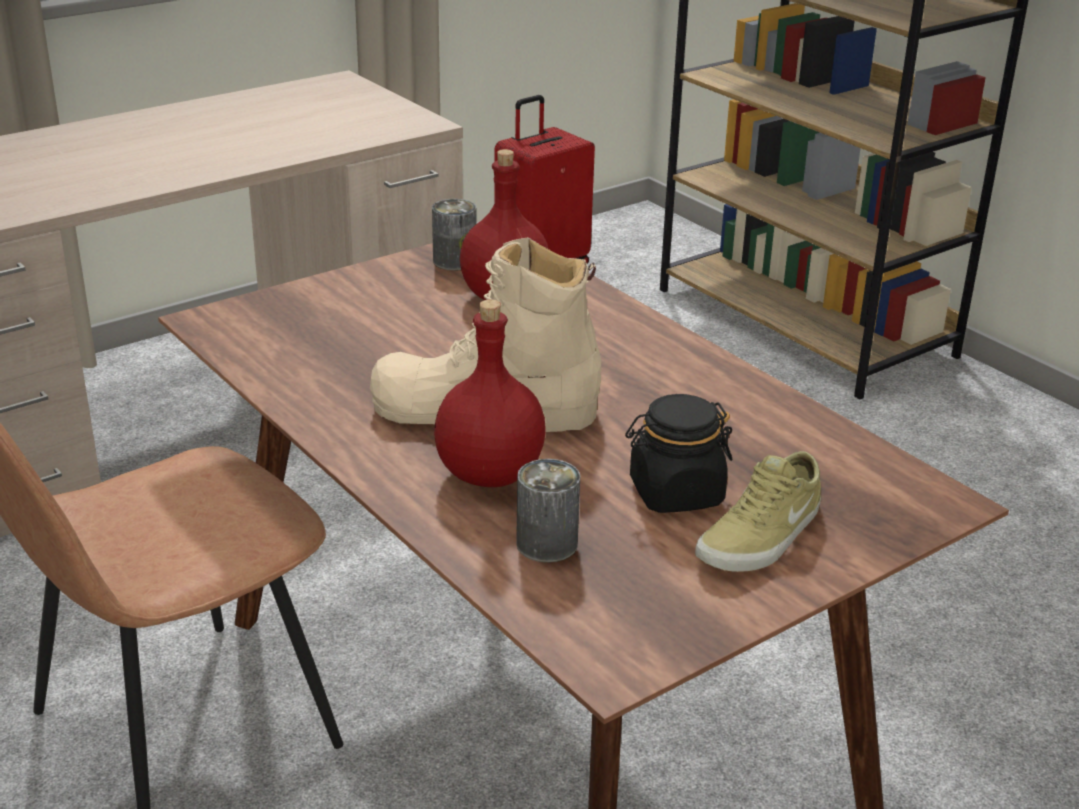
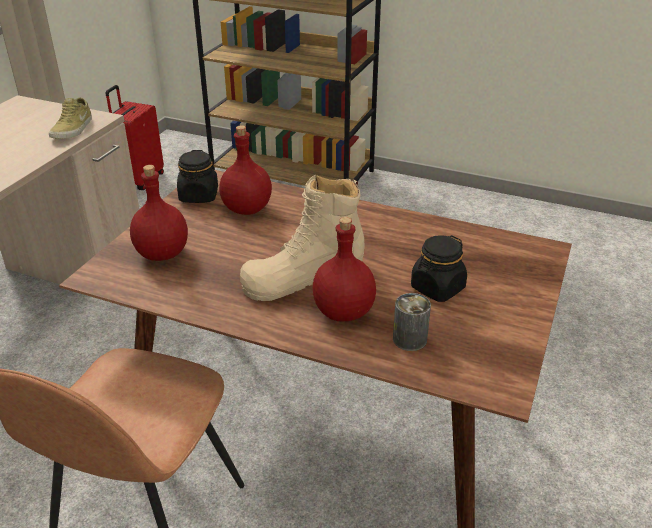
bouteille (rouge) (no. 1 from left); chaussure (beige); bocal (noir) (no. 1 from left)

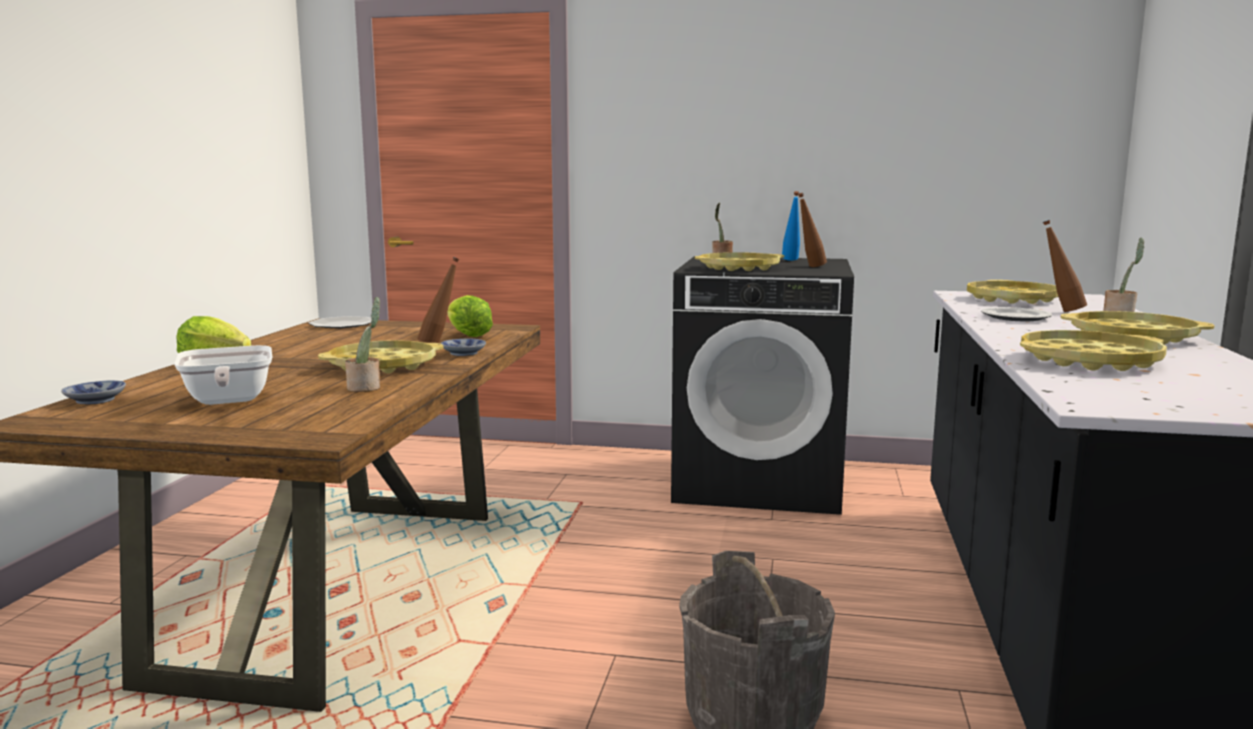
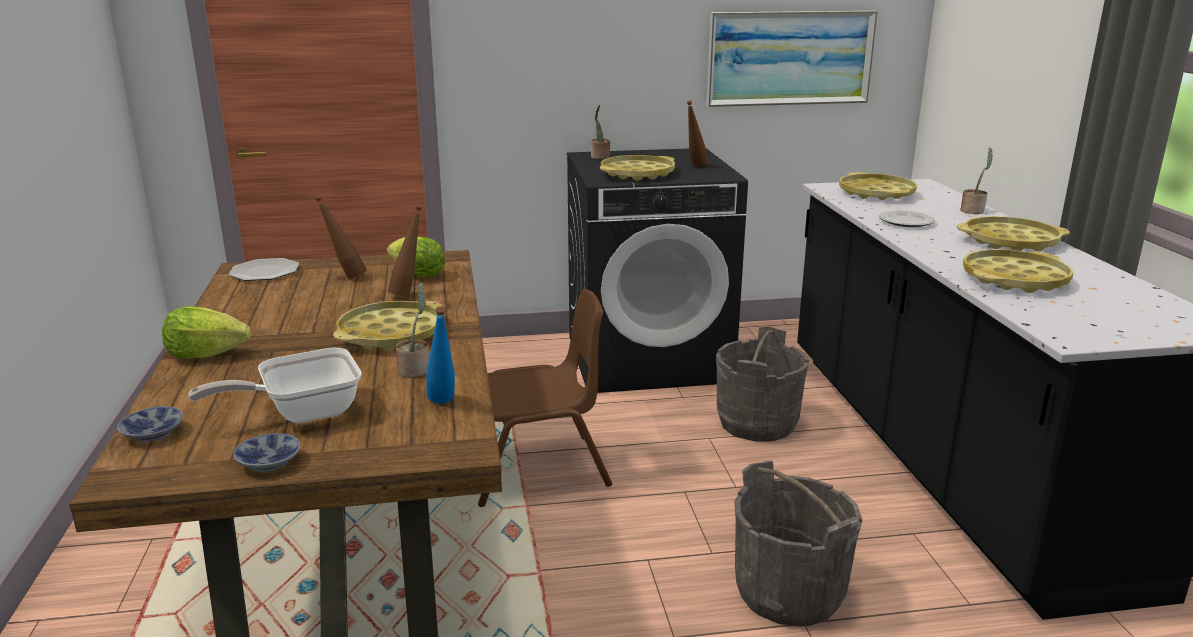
chaise (marron); tableau; seau (gris) (no. 1 from left); bol (no. 2 from left); bouteille (bleu); bouteille (marron) (no. 1 from left); poêle

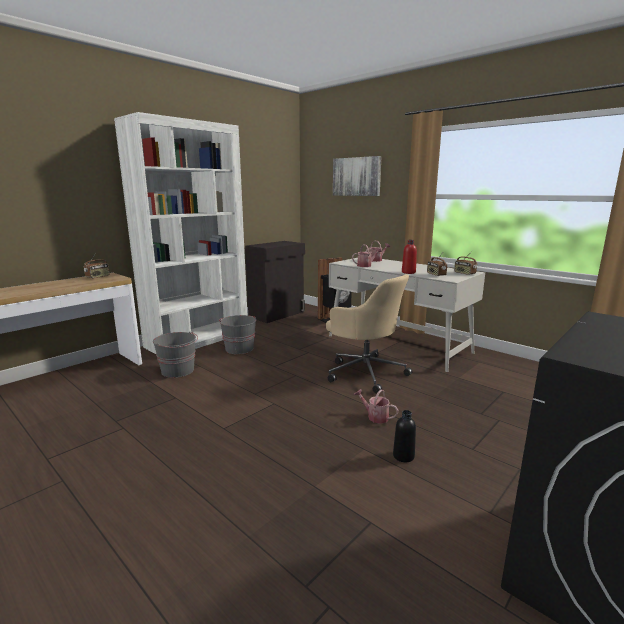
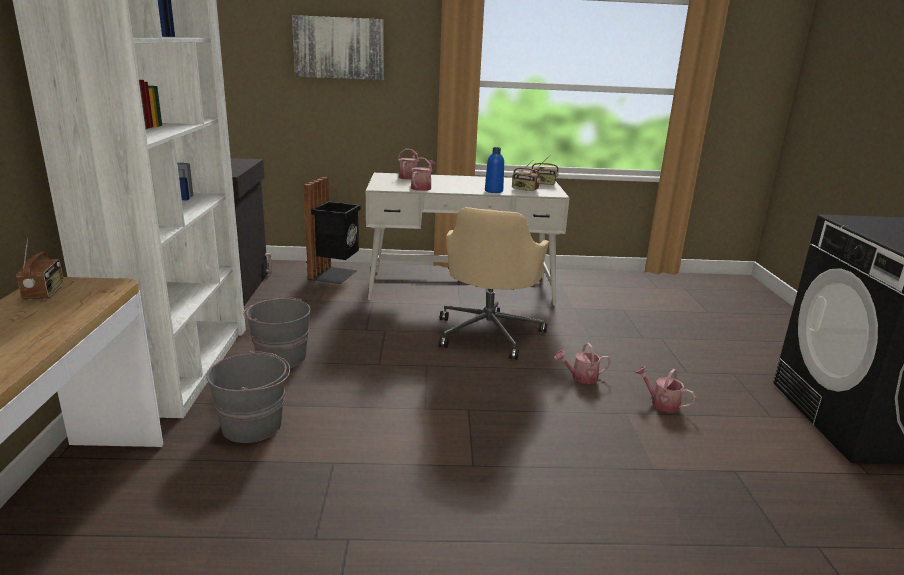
arrosoir (no. 4 from left); bouteille (bleu); chaise de bureau (beige)

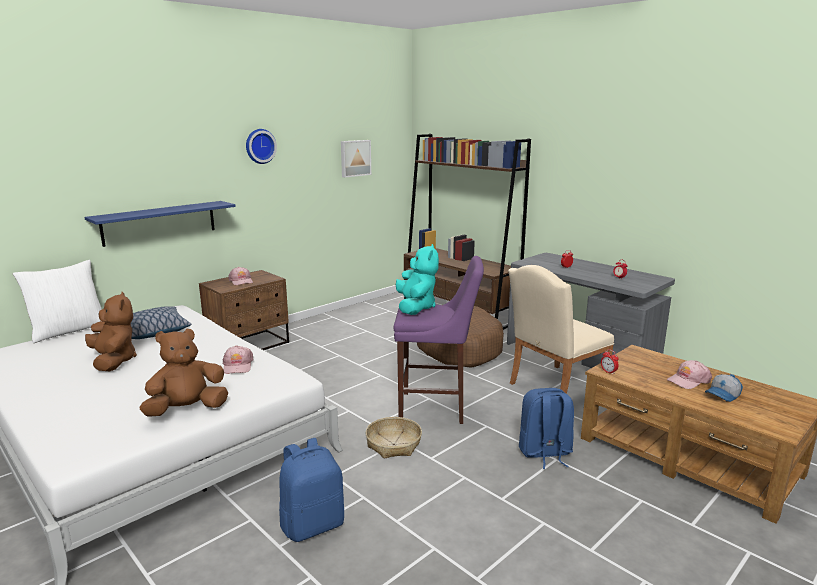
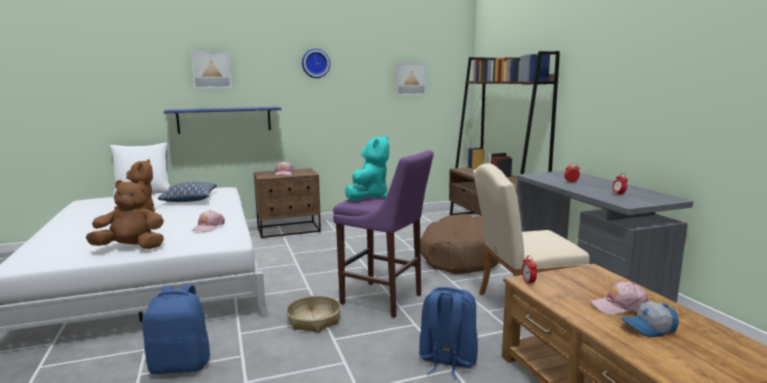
tableau (no. 1 from left)

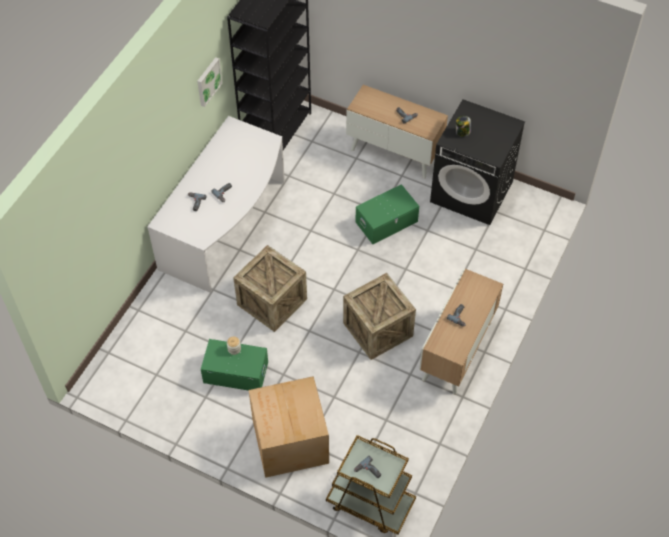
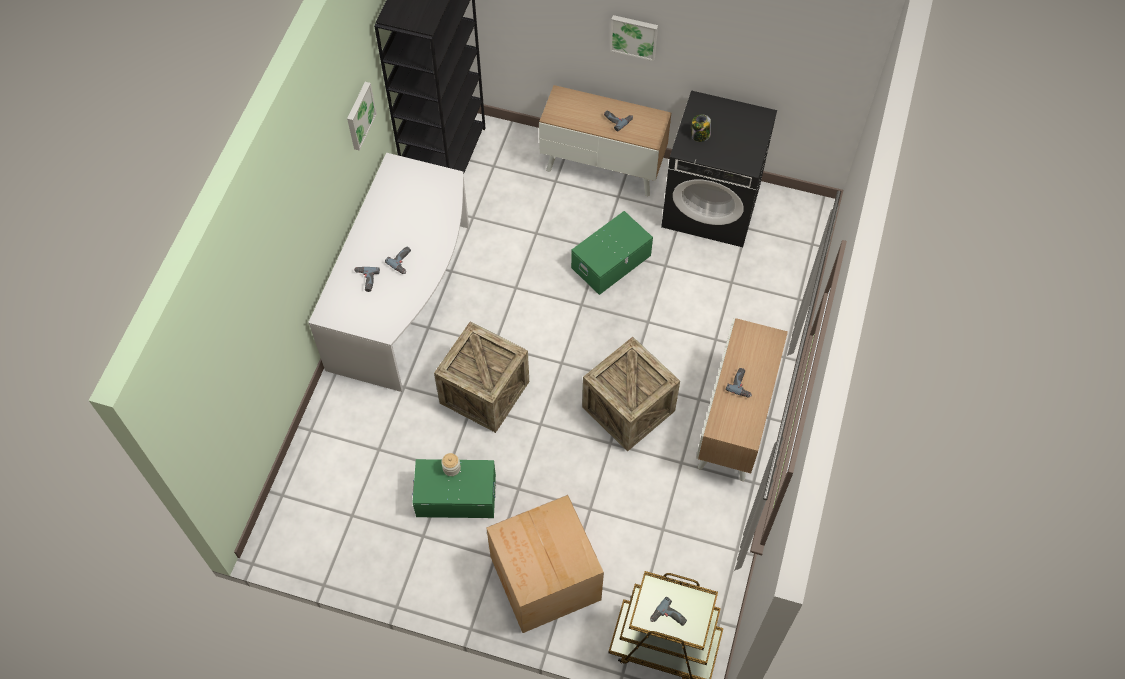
tableau (no. 2 from left)

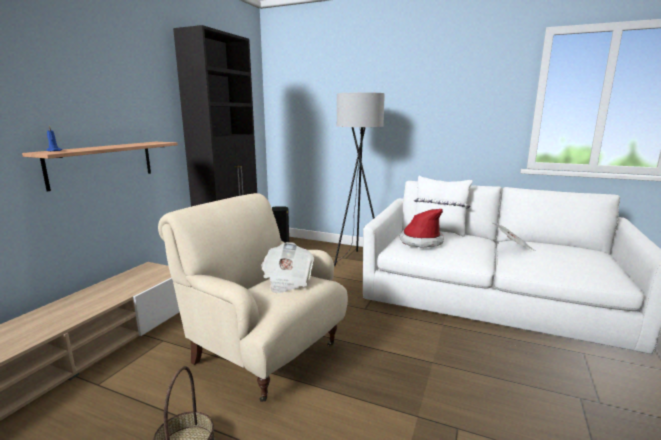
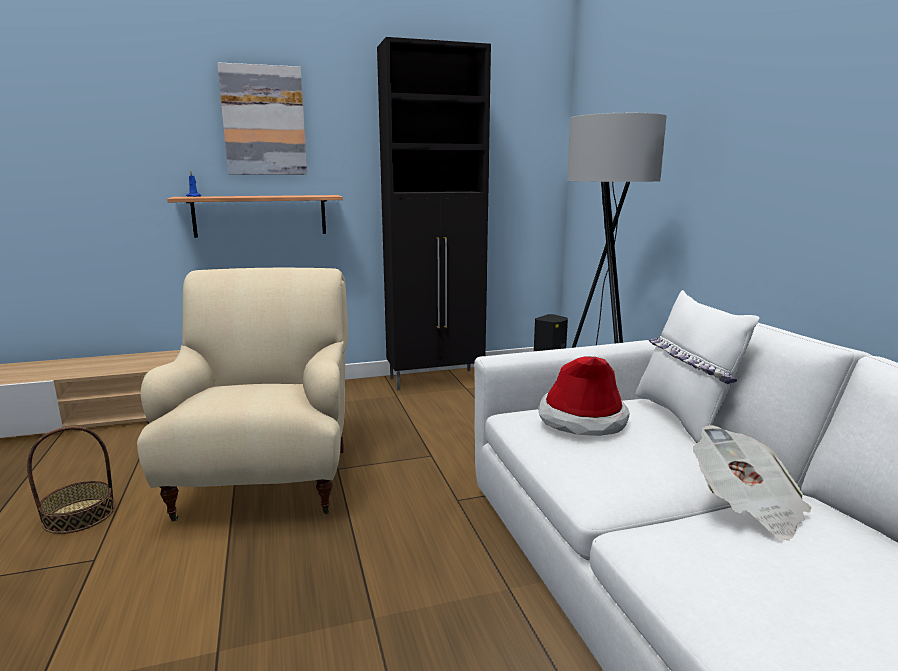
journal (no. 1 from left in the first image); tableau

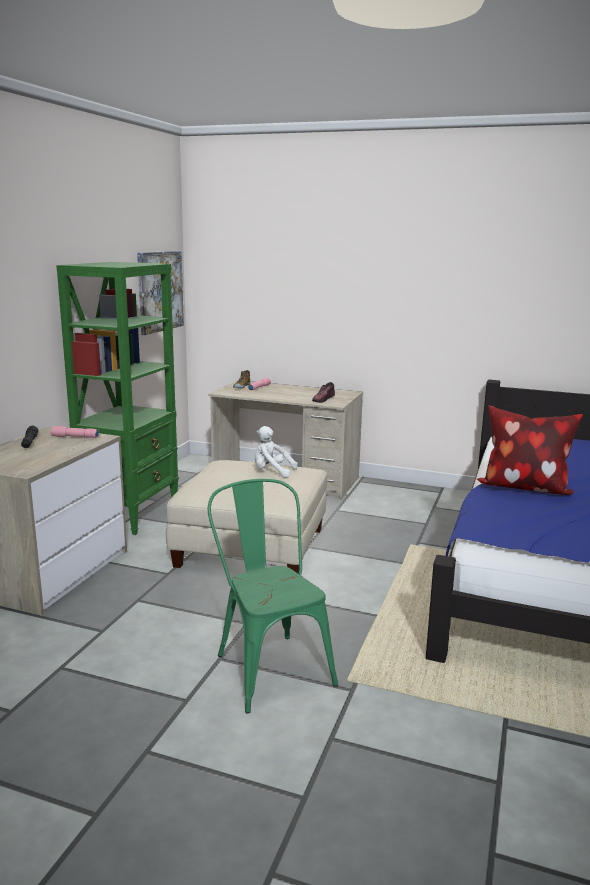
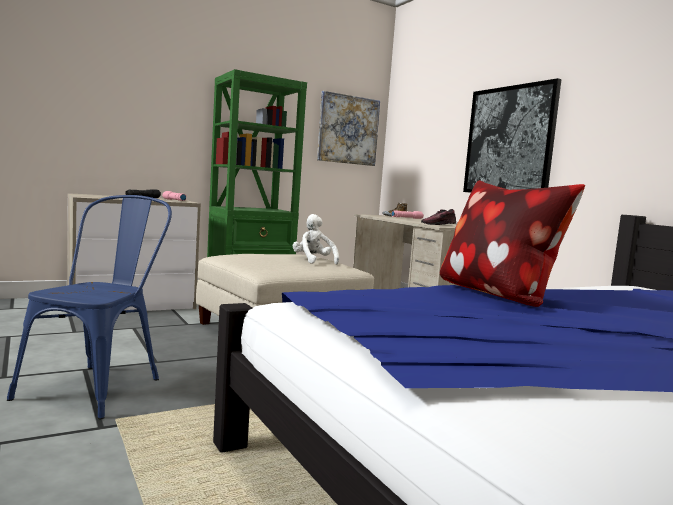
tableau (no. 2 from left); chaise (bleu)

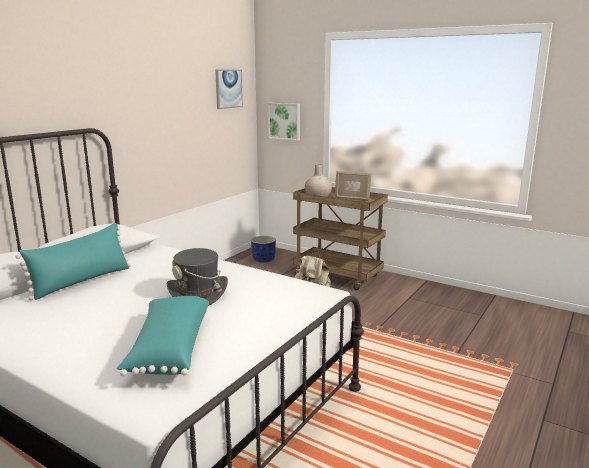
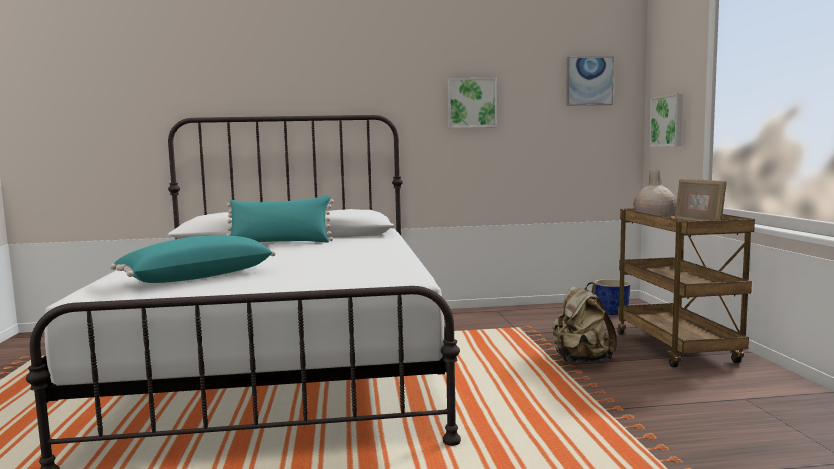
chapeau (gris); tableau (no. 1 from left)

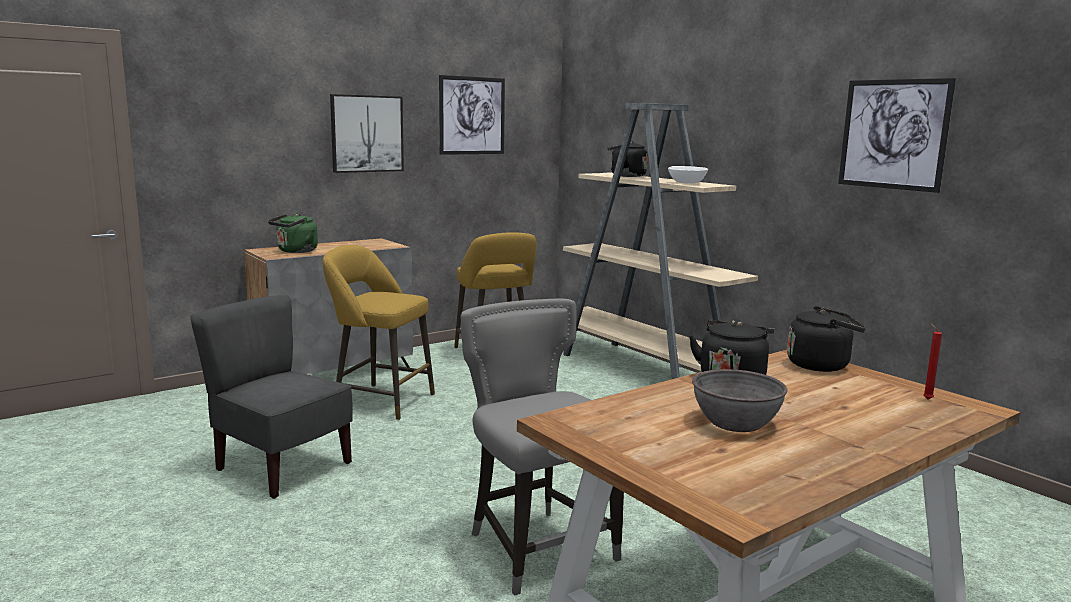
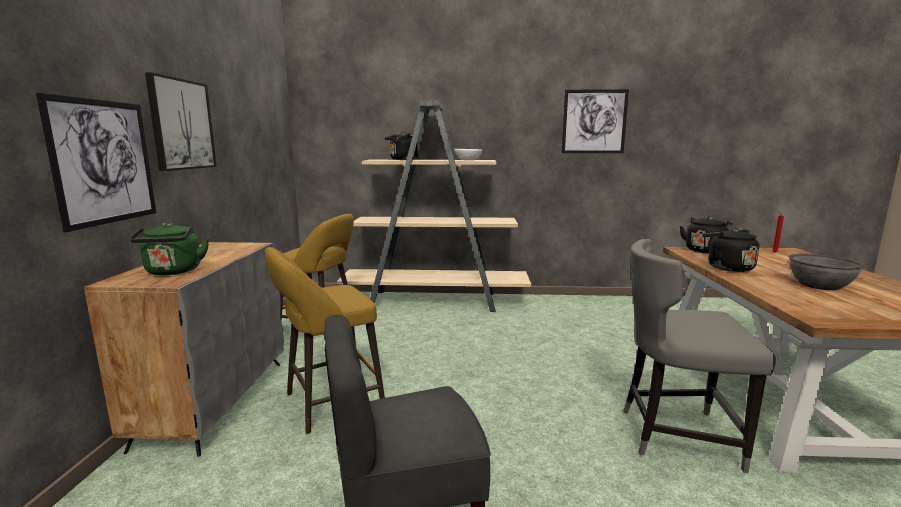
tableau (no. 1 from left)

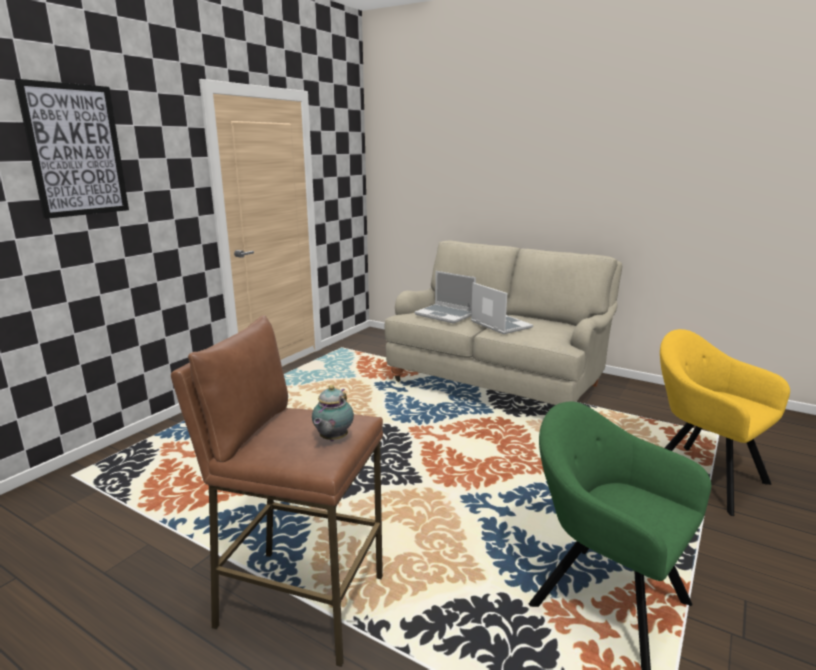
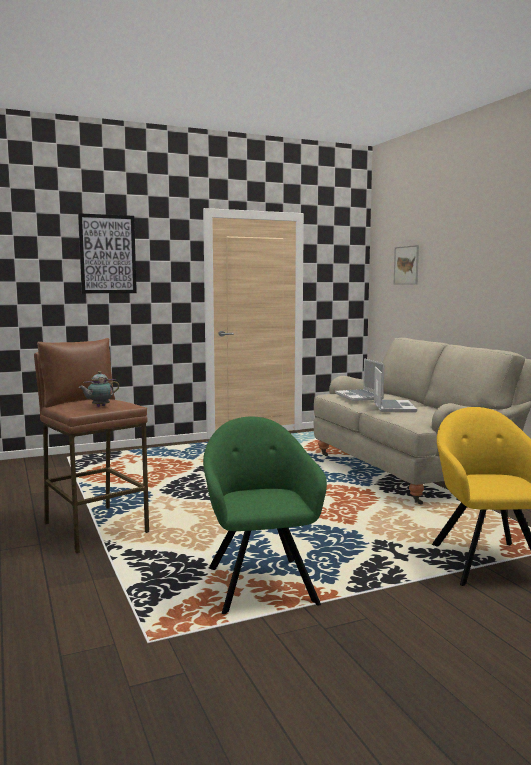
tableau (no. 2 from left)

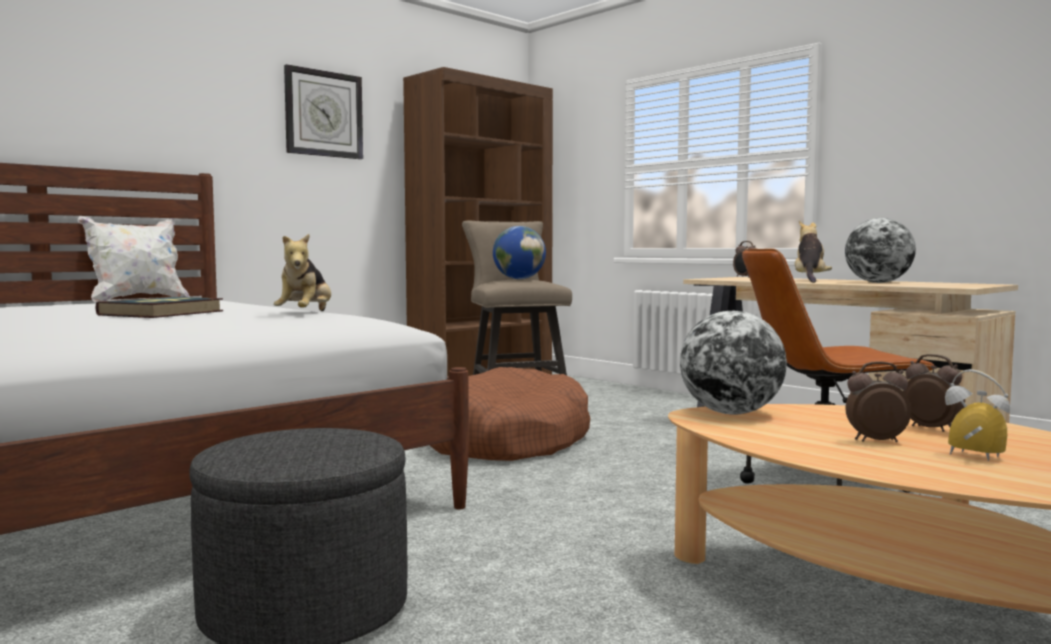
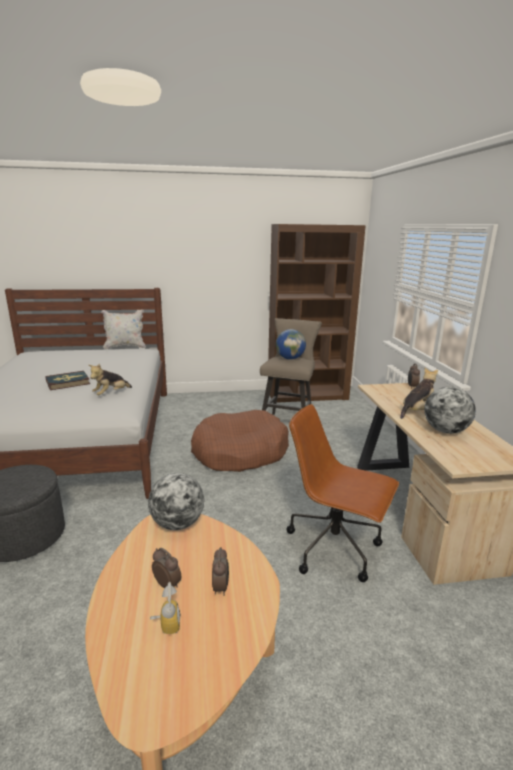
horloge murale

